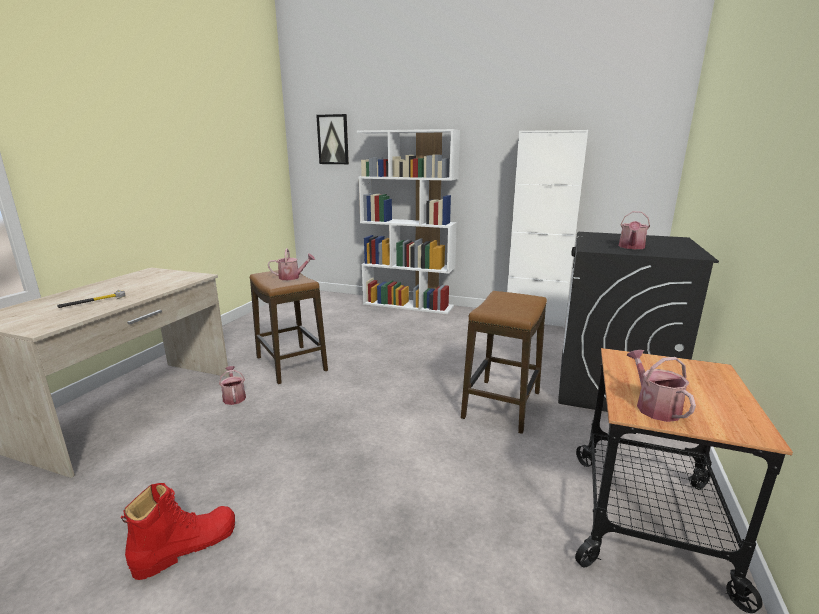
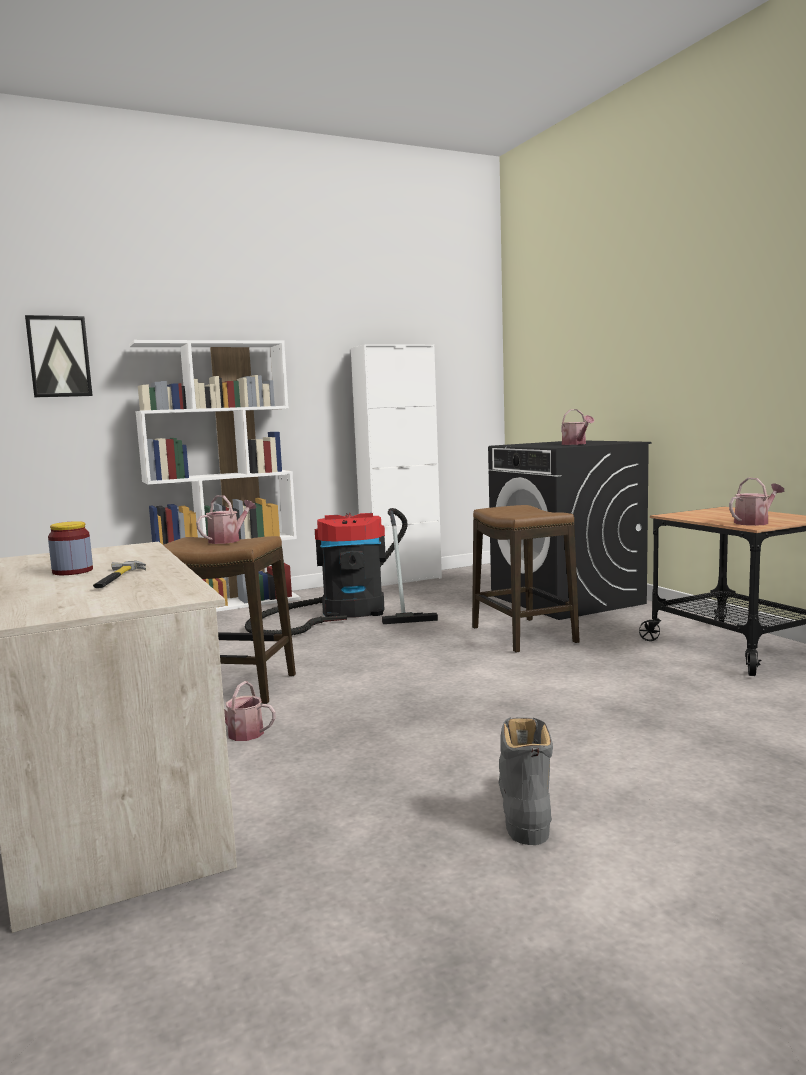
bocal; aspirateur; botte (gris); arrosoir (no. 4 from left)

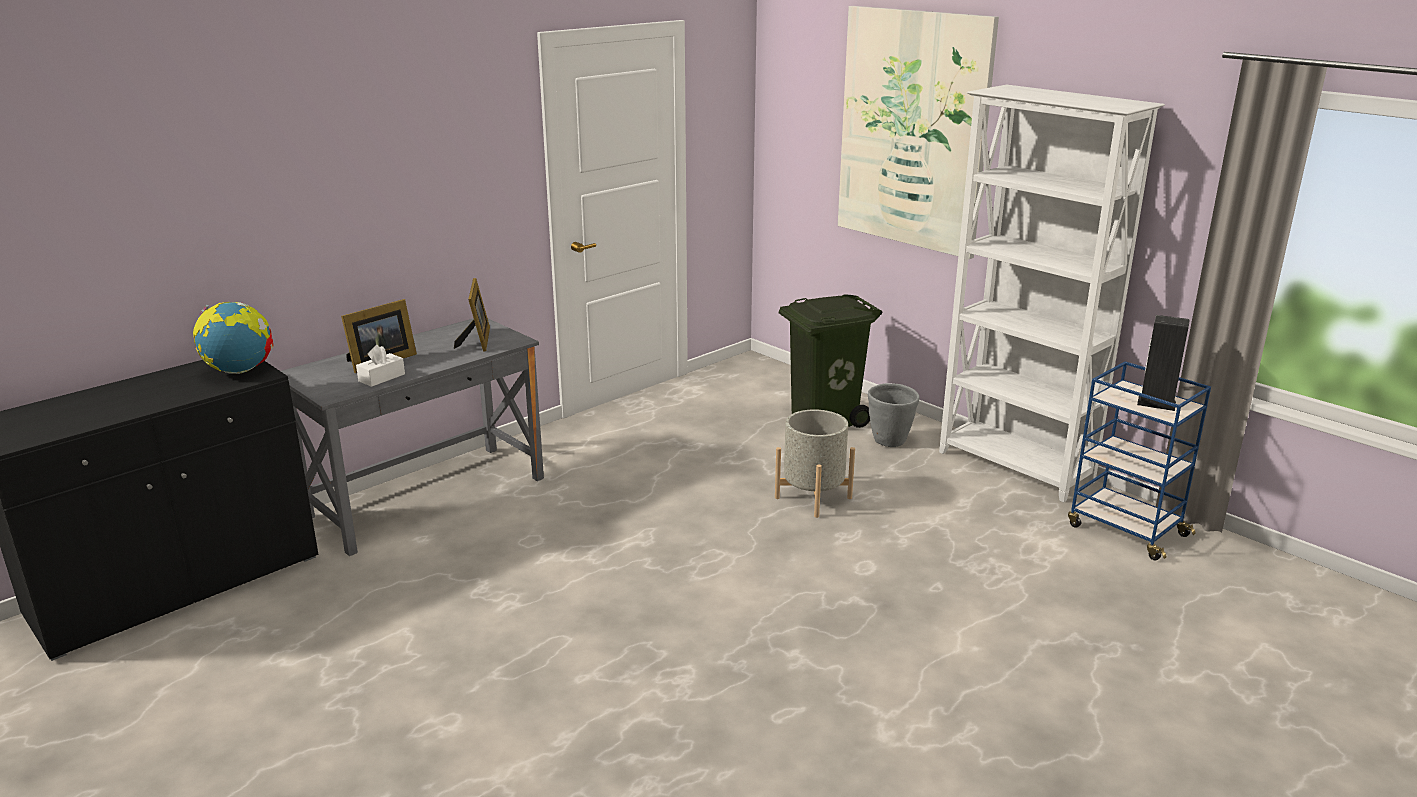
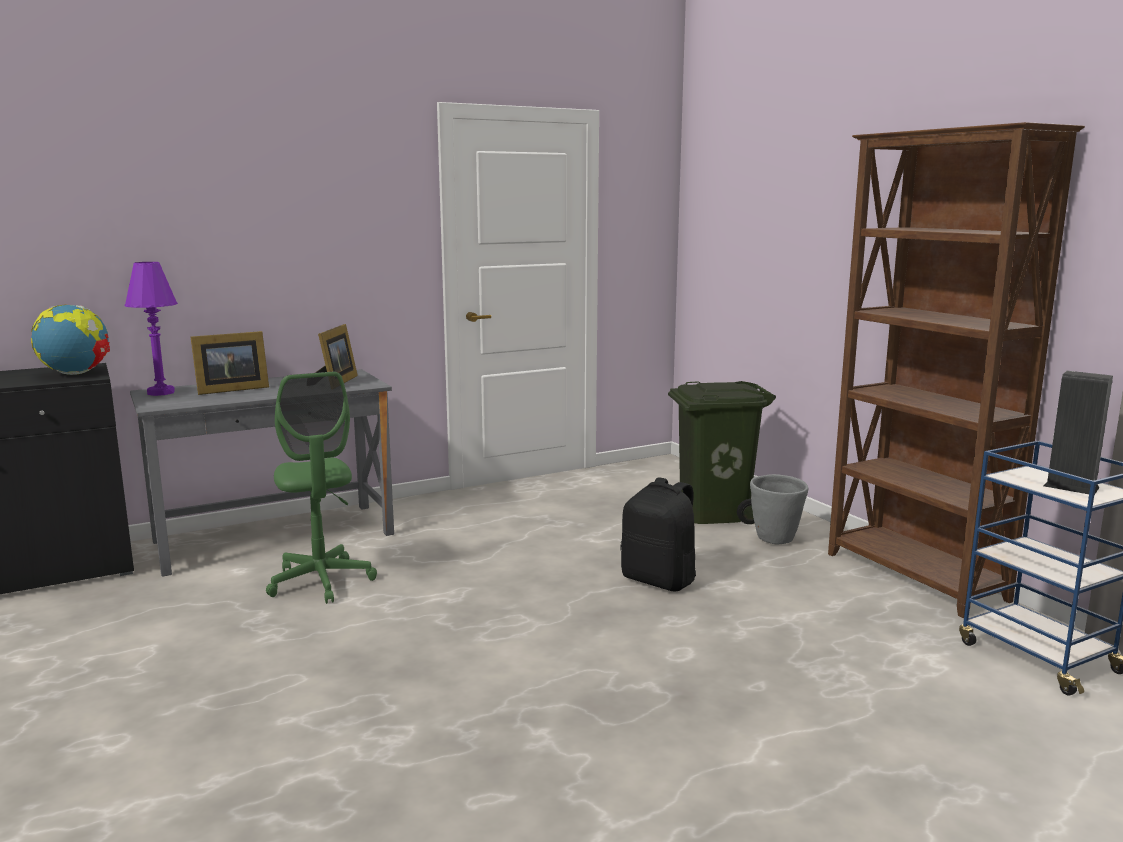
boîte à mouchoirs (blanc); tableau; lampe de table (violet); chaise de bureau (vert); sac à dos (noir); bibliothèque (marron)

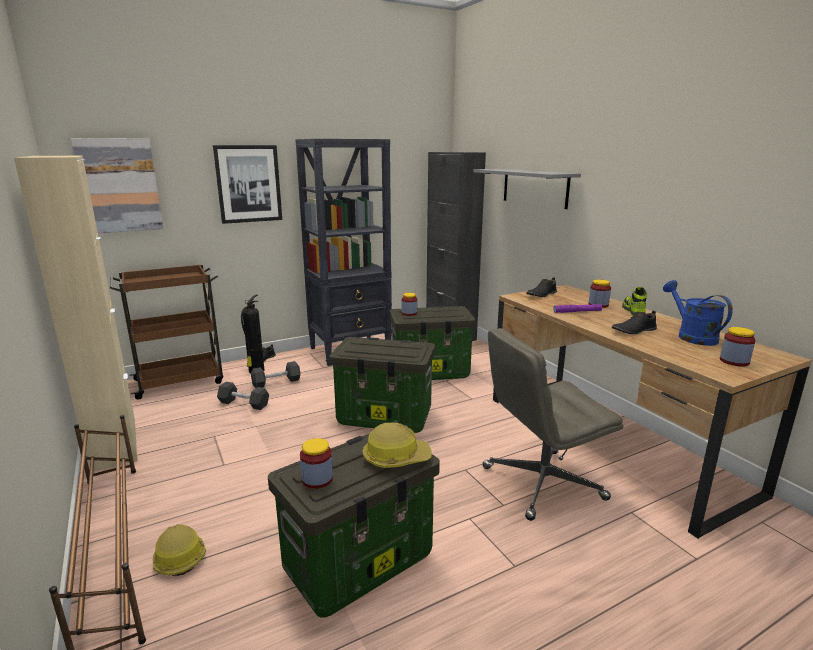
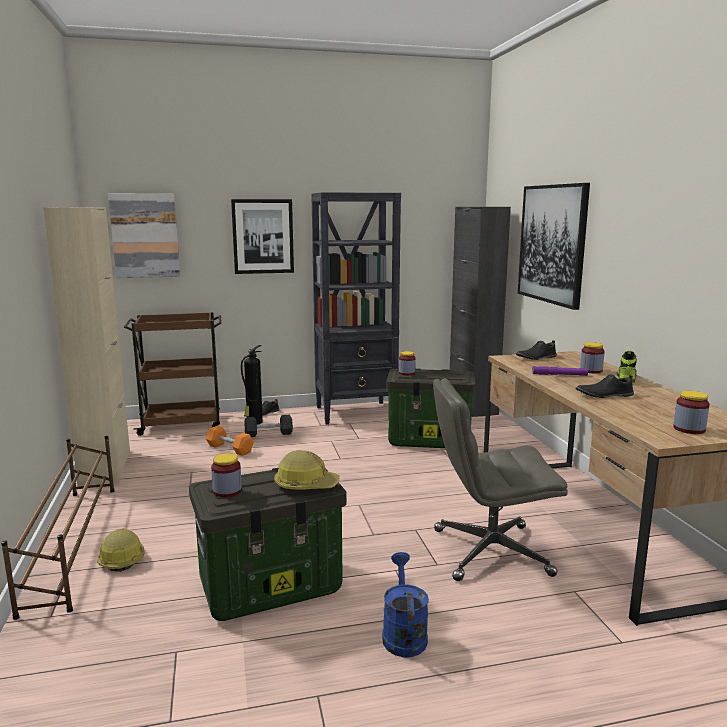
boîte de rangement (no. 2 from left in the first image); arrosoir (bleu); tableau (no. 3 from left); haltère (orange)

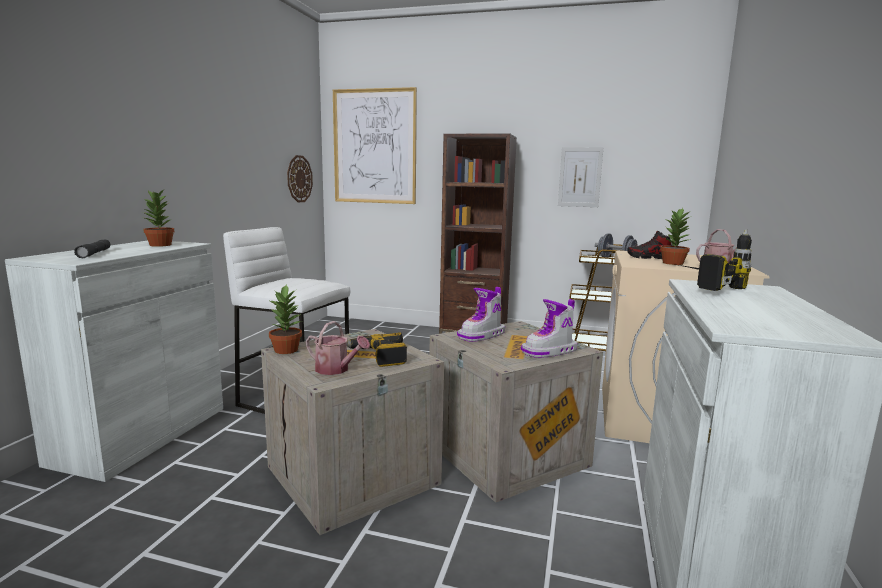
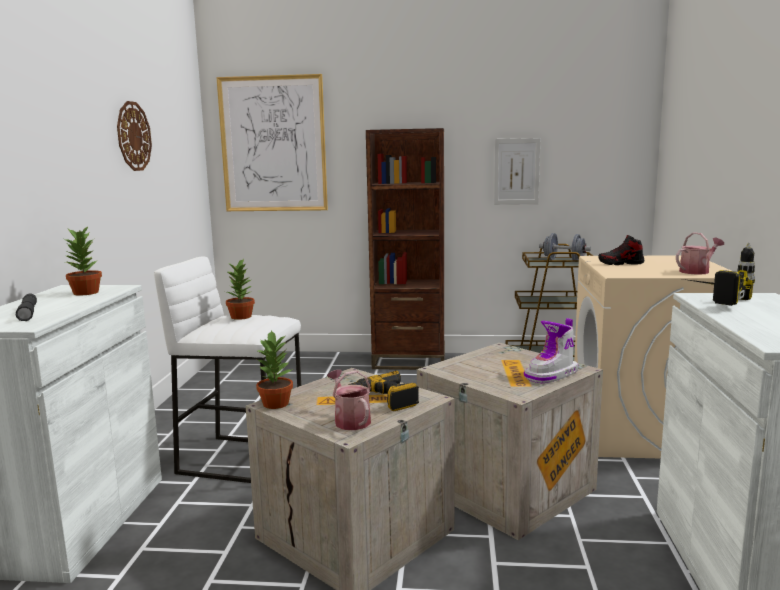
botte (no. 1 from left in the first image); horloge murale; plante en pot (no. 2 from left); arrosoir (no. 1 from left)

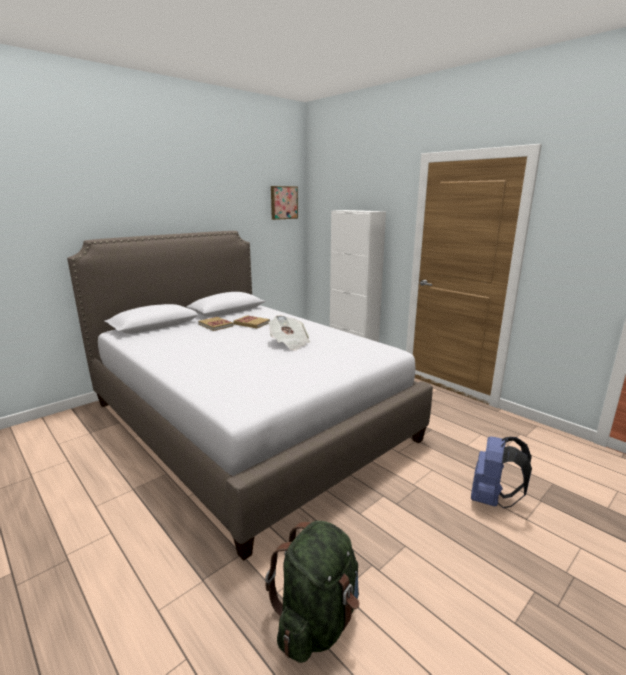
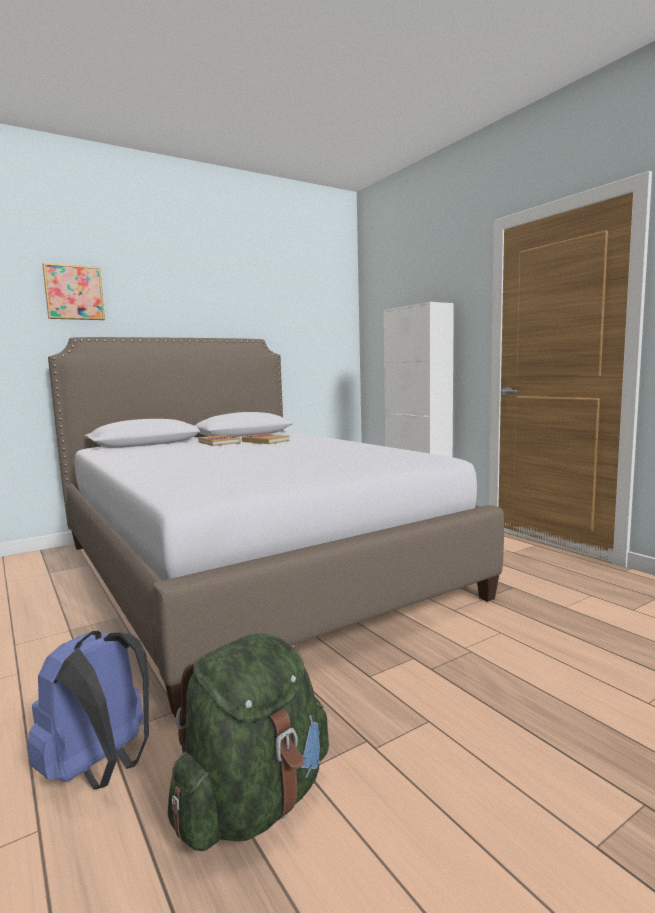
journal; tableau; sac à dos (bleu)

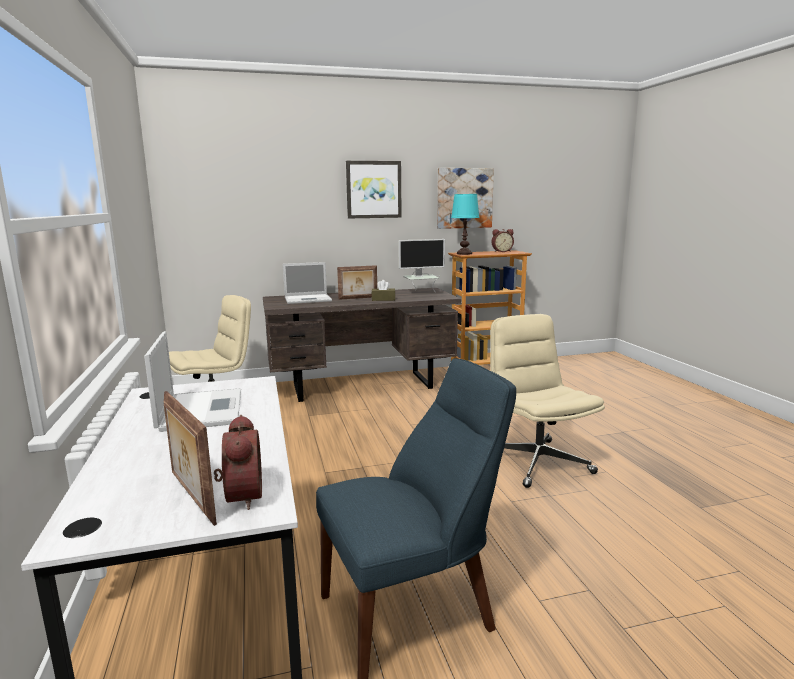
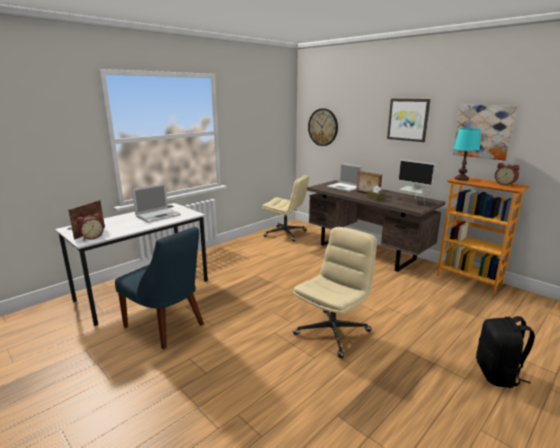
horloge murale; sac à dos (noir)

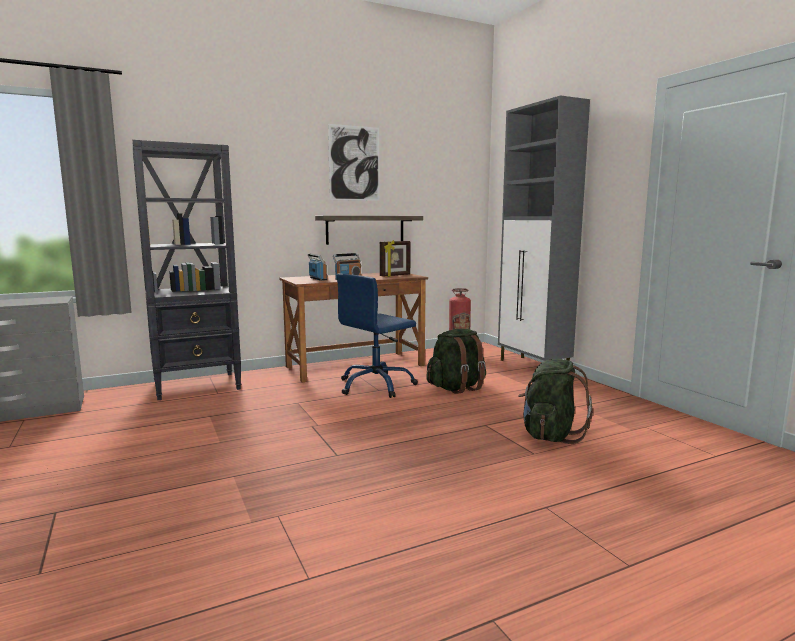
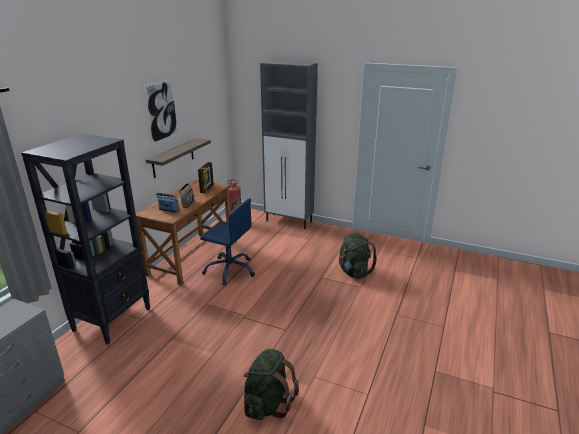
sac à dos (vert) (no. 1 from left); chaise de bureau (bleu)

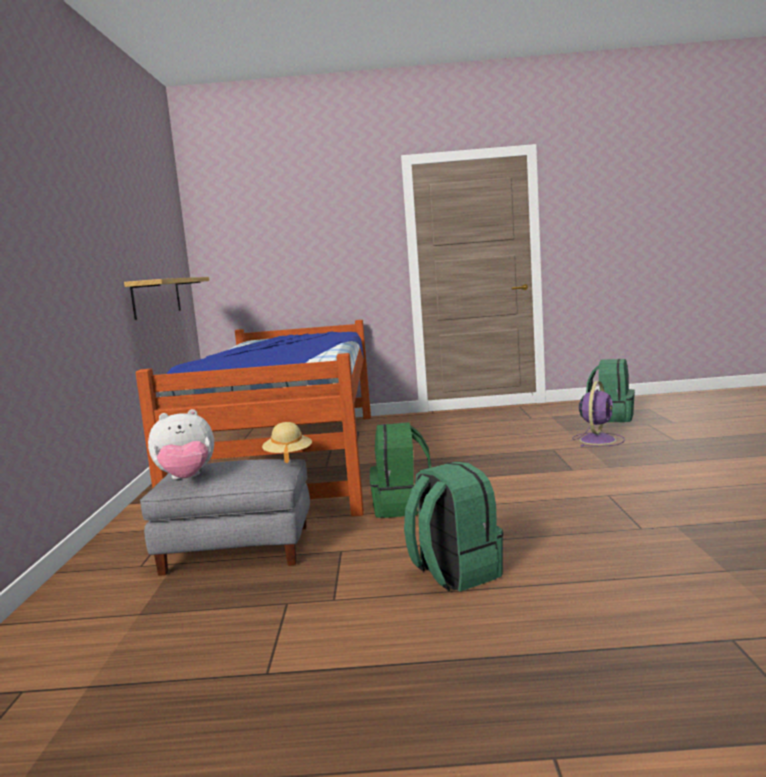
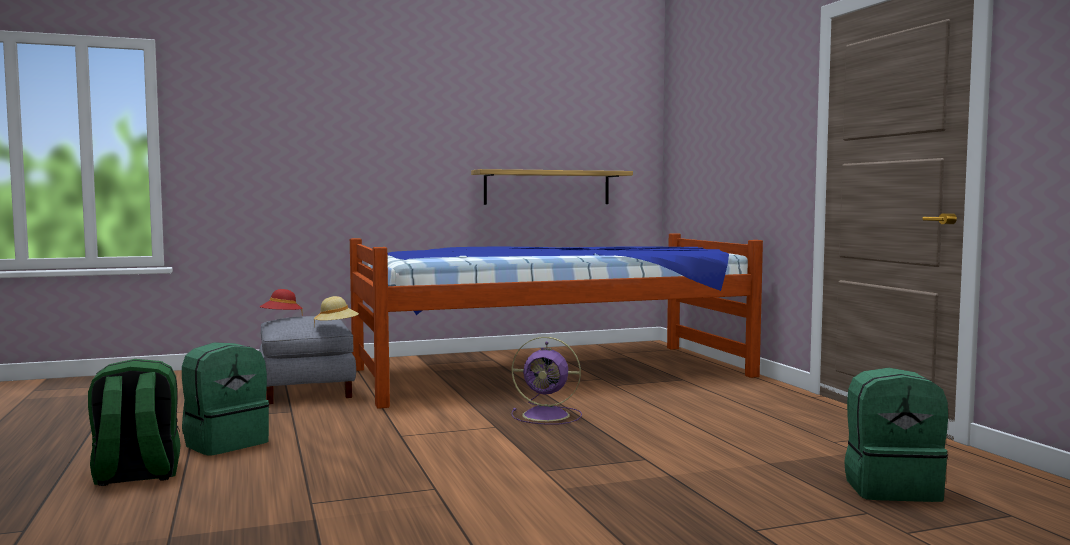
sac à dos (vert) (no. 1 from left); ventilateur (violet); chapeau (rouge)

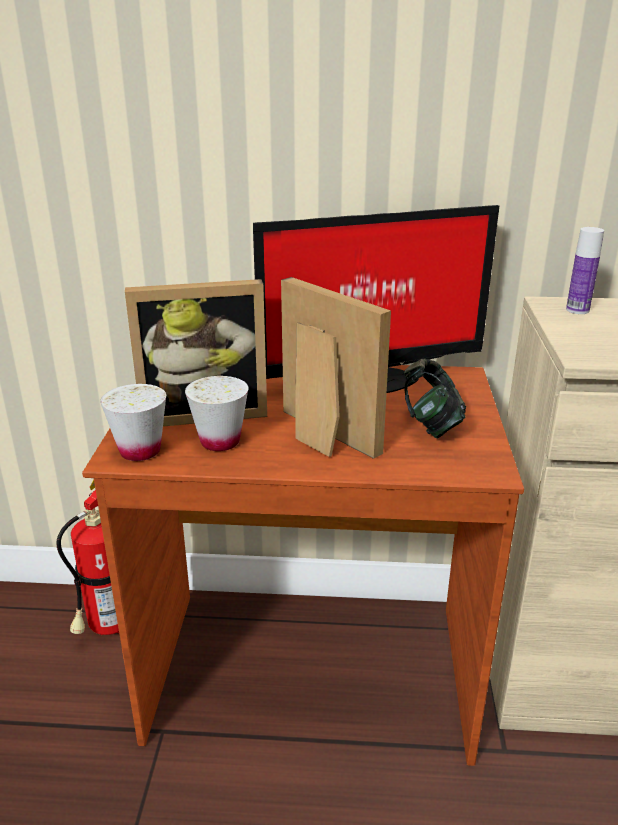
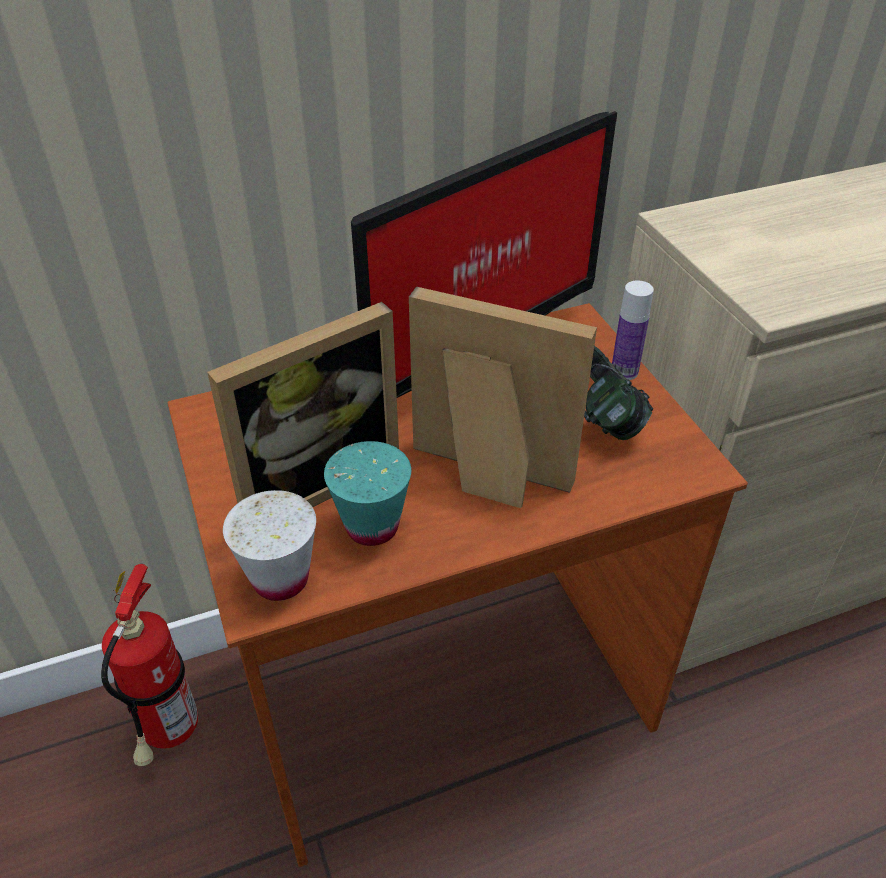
bouteille; tasse (turquoise)

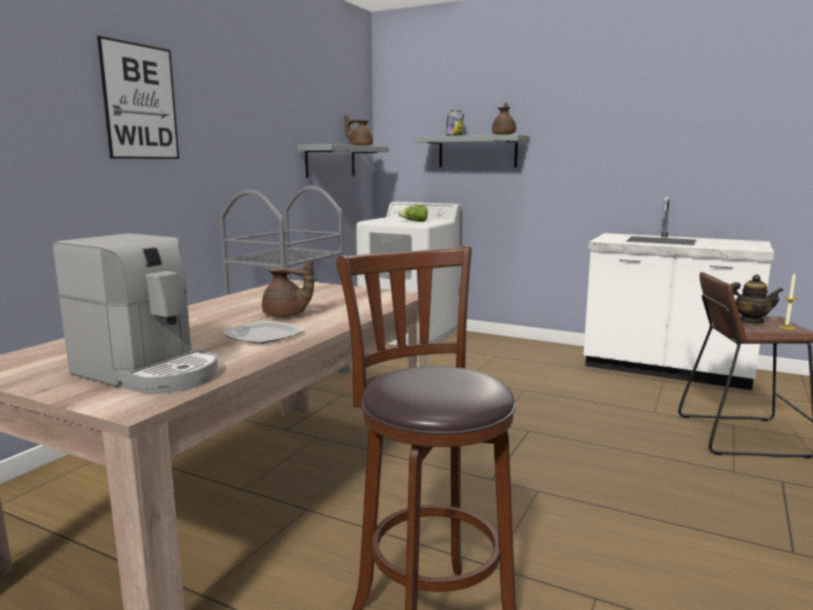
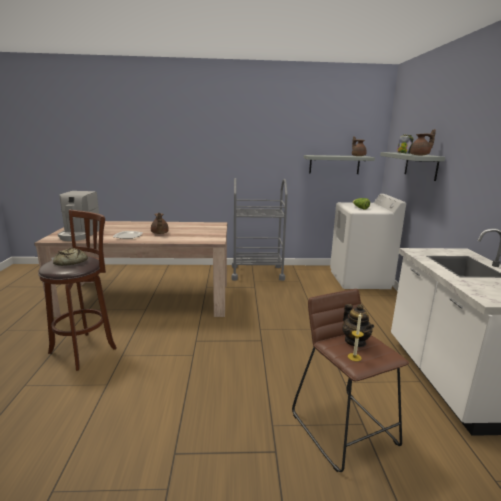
tableau; pain

